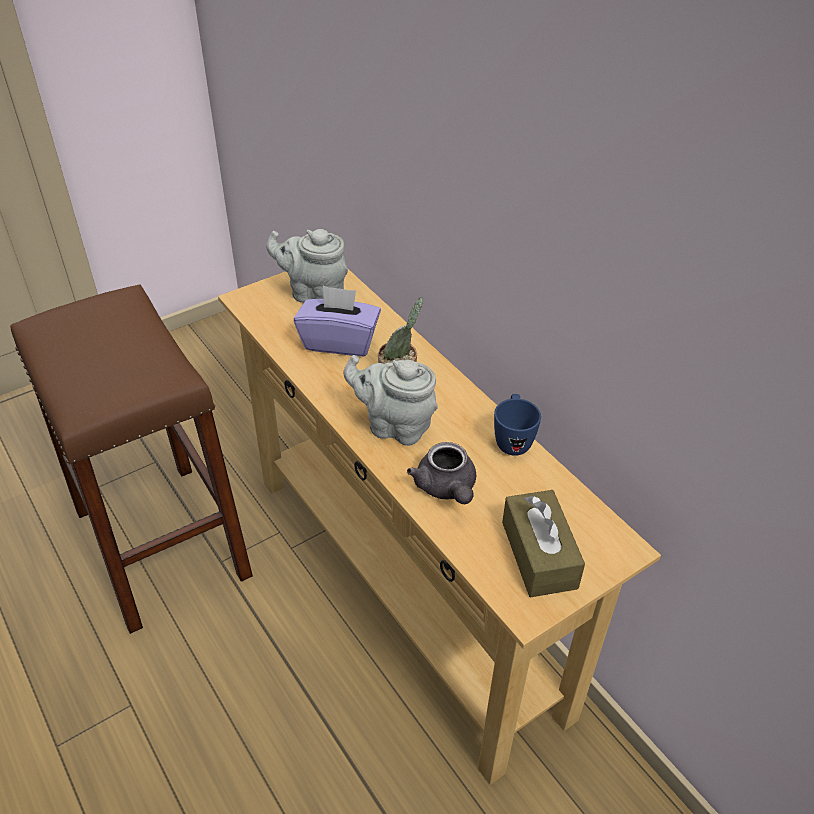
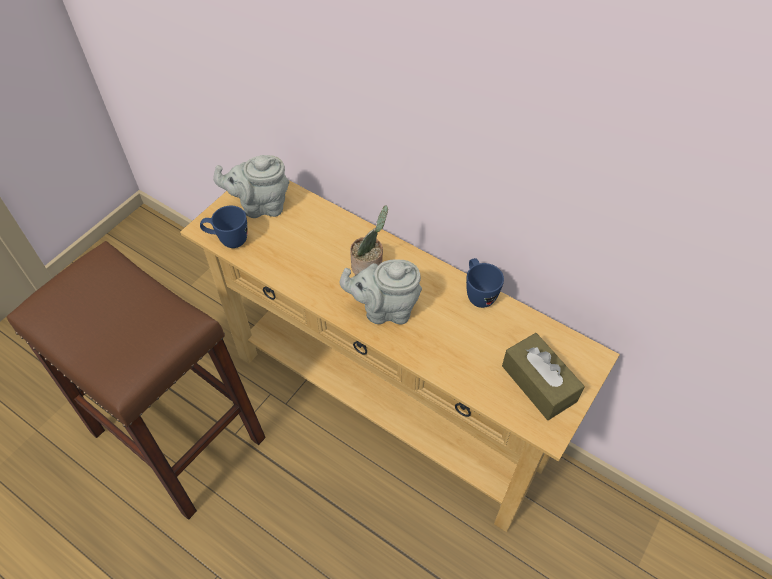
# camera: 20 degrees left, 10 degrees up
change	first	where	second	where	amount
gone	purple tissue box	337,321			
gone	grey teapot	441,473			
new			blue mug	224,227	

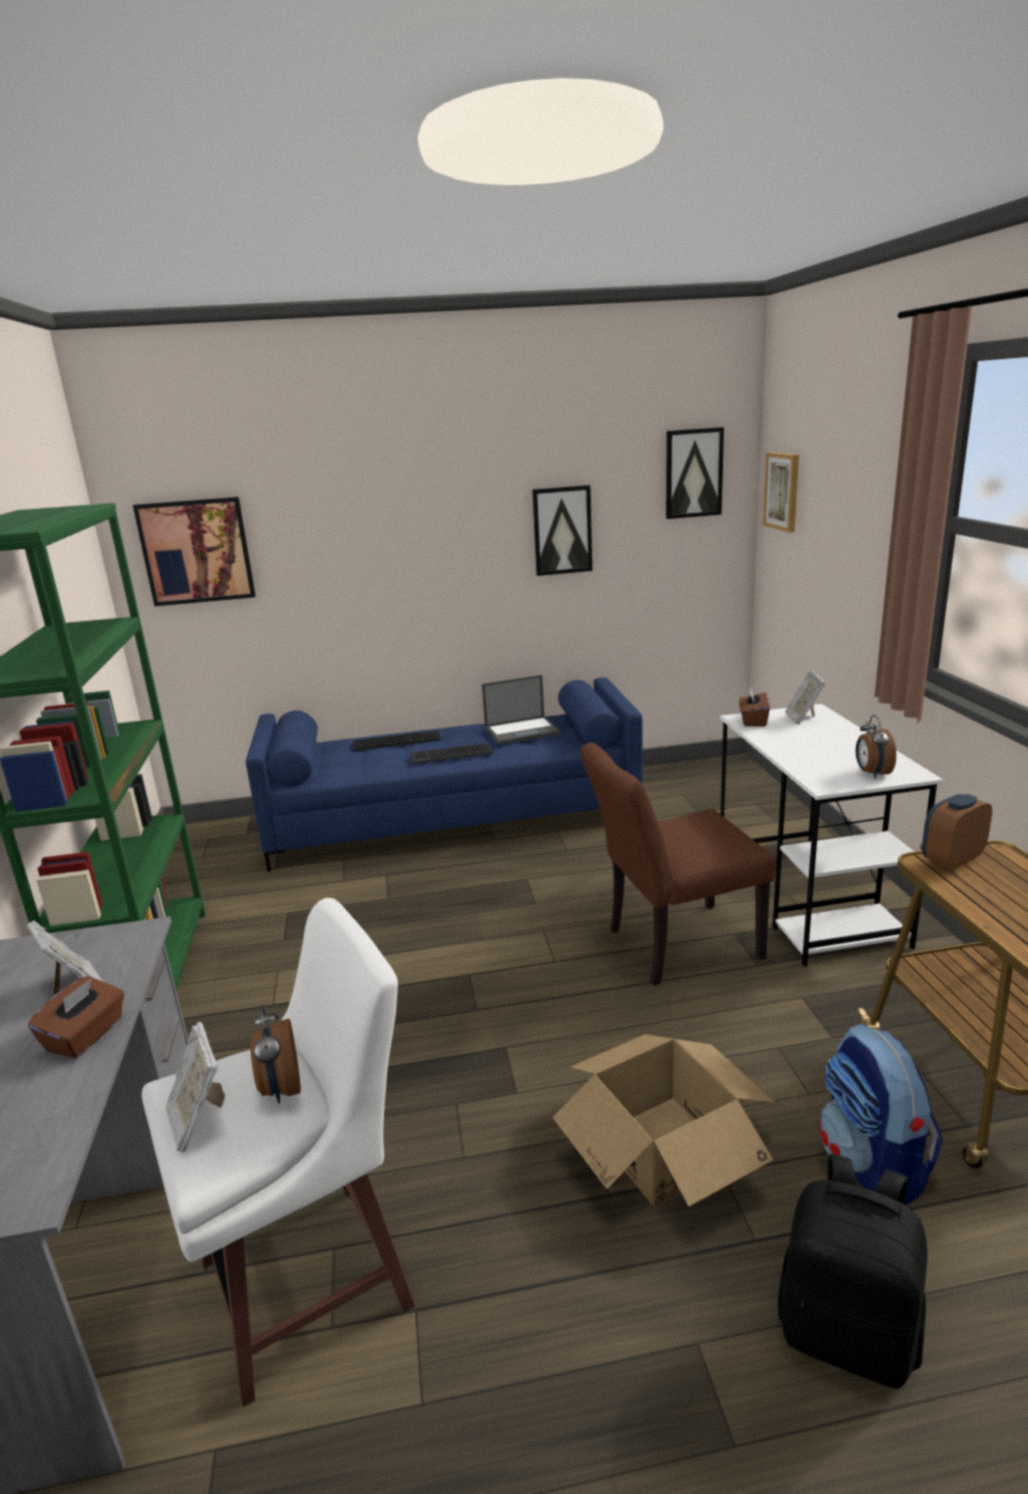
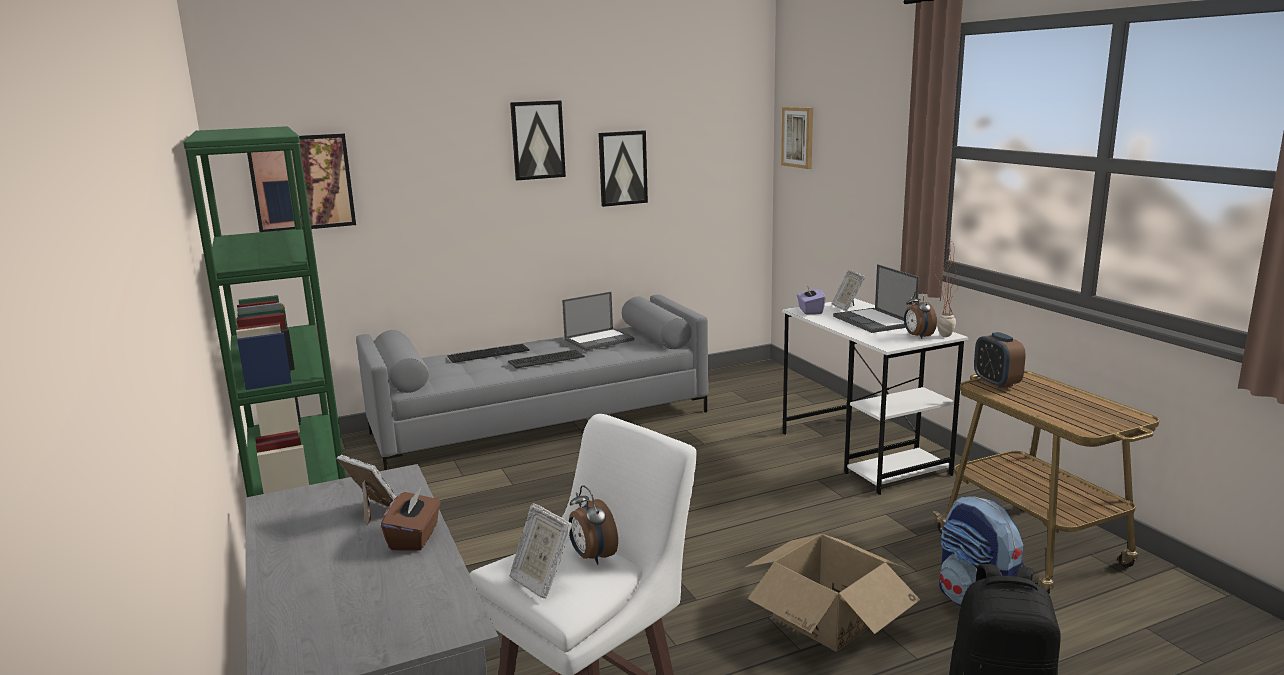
# camera: 15 degrees left, 5 degrees down
change	first	where	second	where	amount
shifted	picture	695,473		538,140	
repainted	blue sofa	444,774	grey sofa	532,382	
repainted	brown tissue box	754,706	purple tissue box	811,300	
gone	brown chair	677,864			
rotated	alarm clock	957,832		1000,360	60 degrees counterclockwise
new			potted plant	947,281	
new			laptop	876,298	

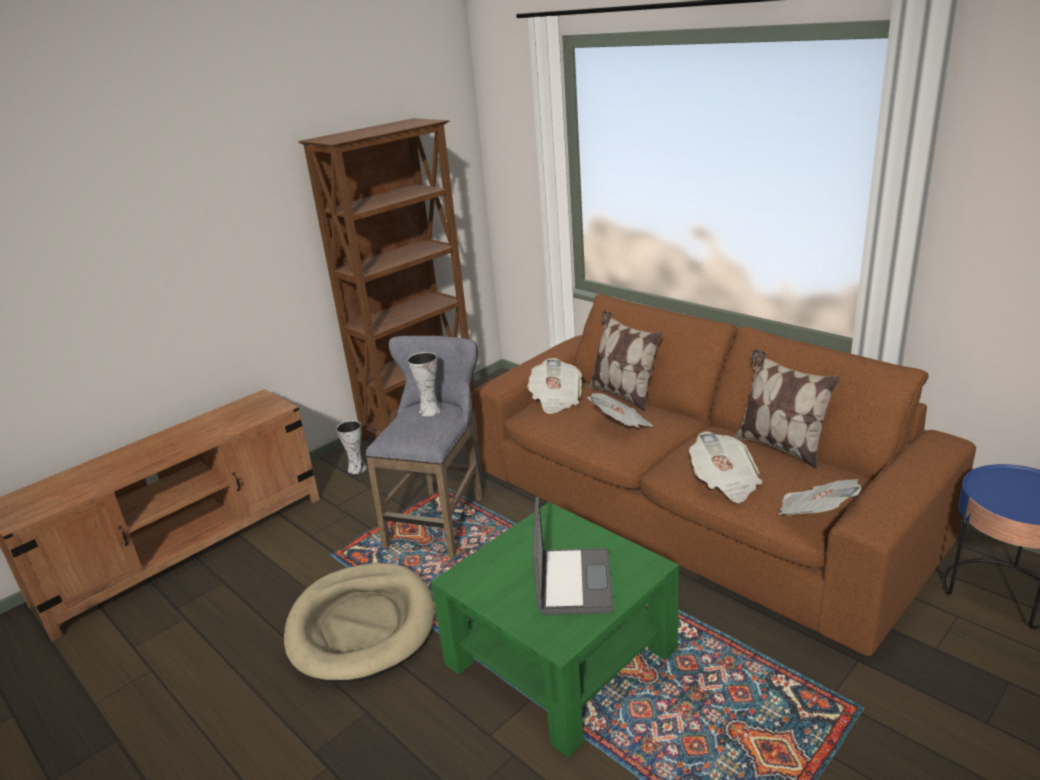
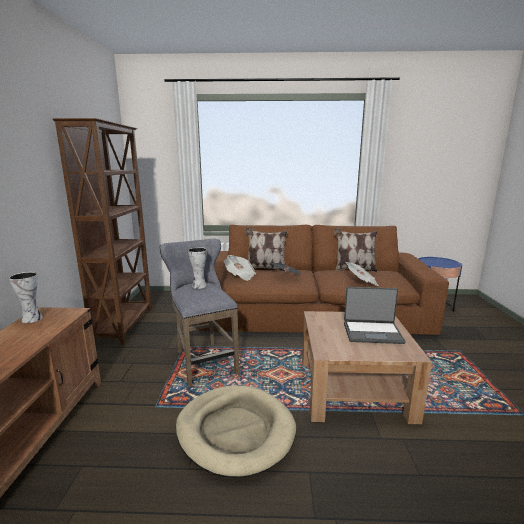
# camera: 45 degrees left, 10 degrees down
change	first	where	second	where	amount
shifted	vase	351,447		26,297	
gone	newspaper	819,497			
rotated	laptop	573,556		375,315	135 degrees clockwise
repainted	green coffee table	555,630	brown coffee table	367,367	

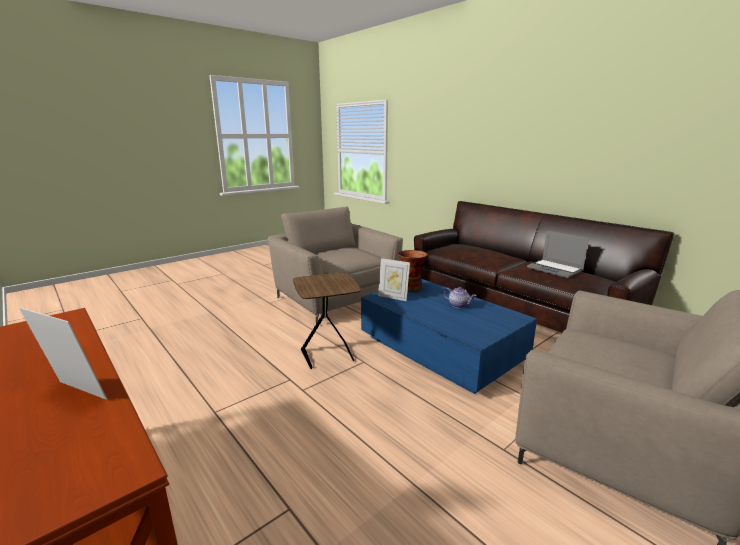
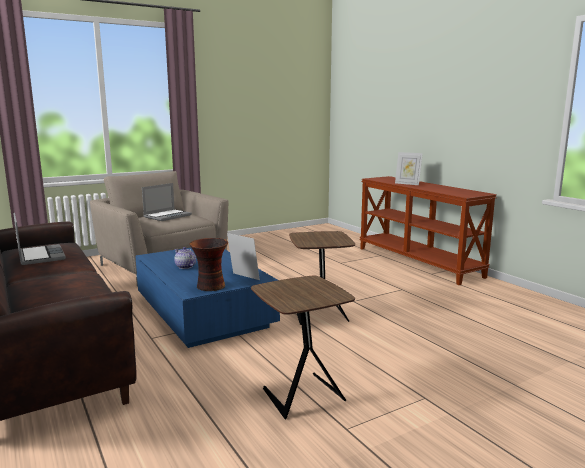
# camera: 170 degrees left, 5 degrees down
change	first	where	second	where	amount
swapped	beige armchair	335,265	brown side table	303,347	
new			laptop	167,202	

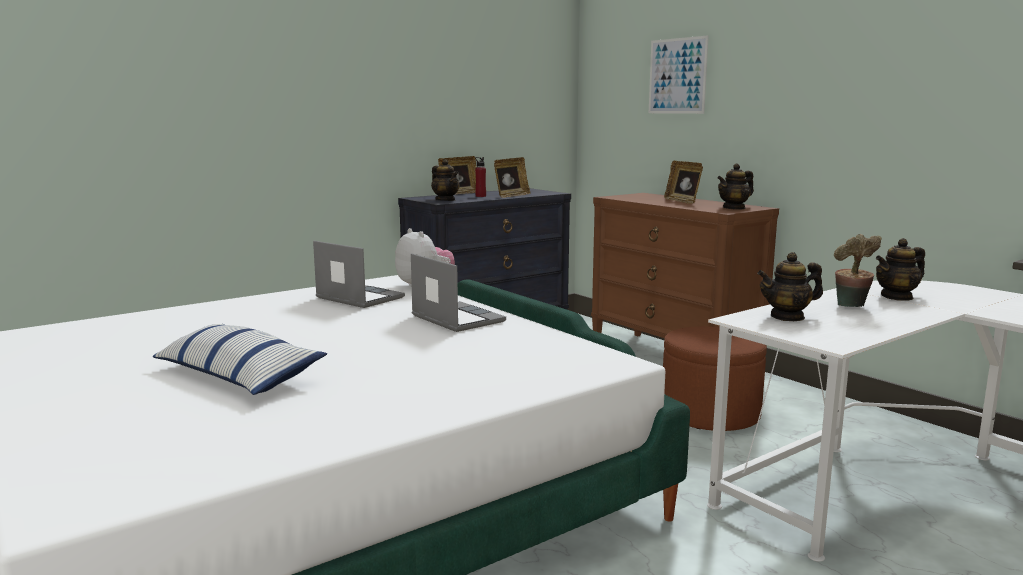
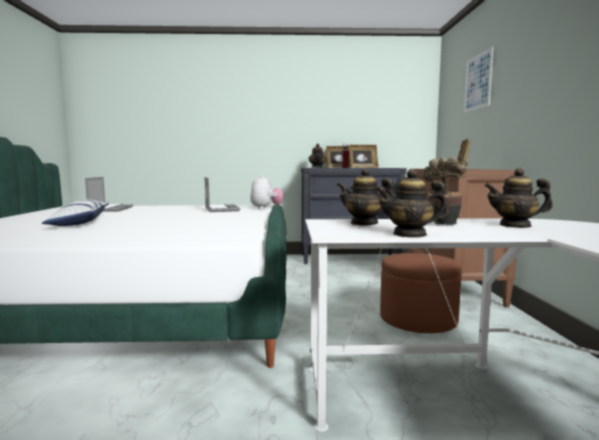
# camera: 35 degrees right, 5 degrees down
change	first	where	second	where	amount
shifted	teapot	735,186		412,203	
shifted	laptop	458,292		109,194	

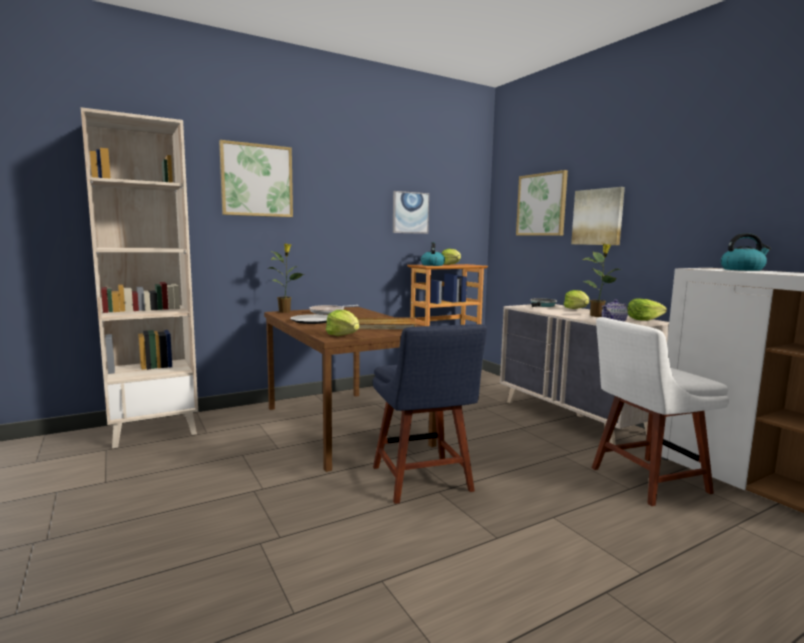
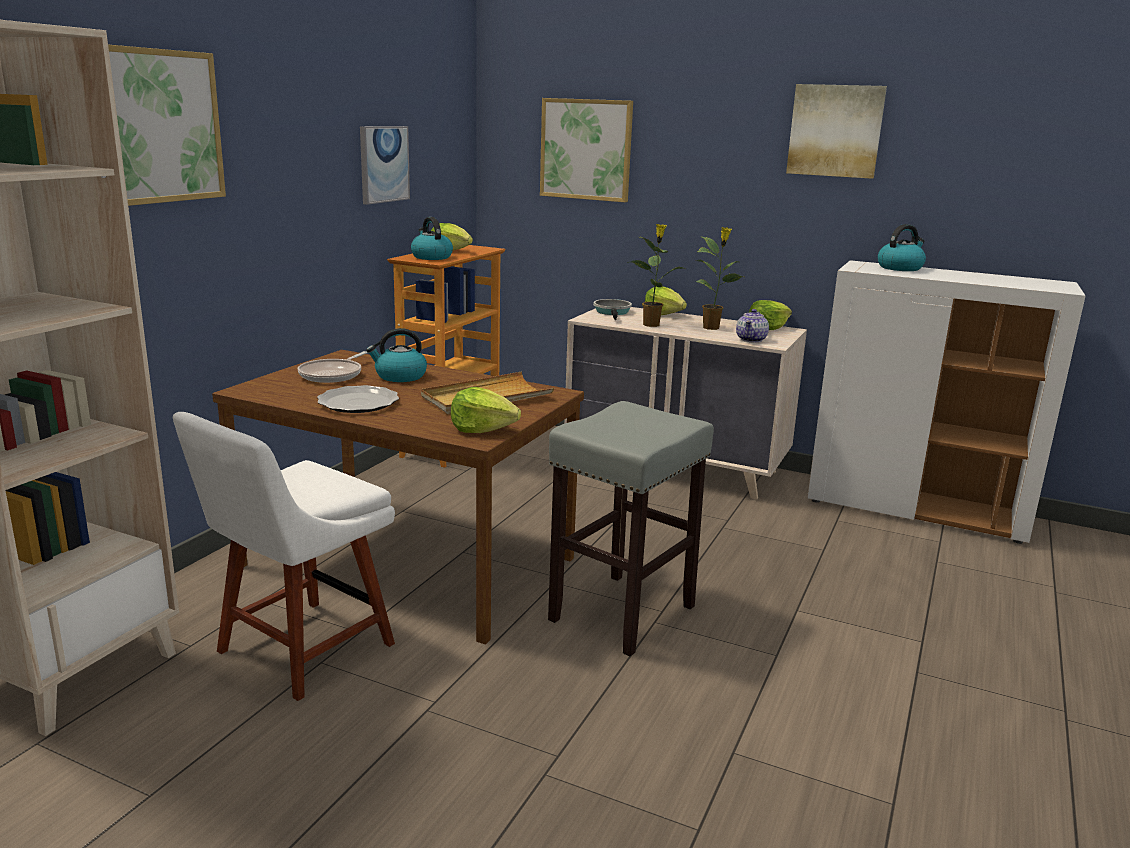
# camera: 35 degrees left, 10 degrees up
change	first	where	second	where	amount
shifted	picture	598,216		836,131	
shifted	potted plant	287,278		658,275	
shifted	white chair	660,411		284,556	
swapped	blue chair	430,414	grey stool	631,528	
new			kettle	396,355	

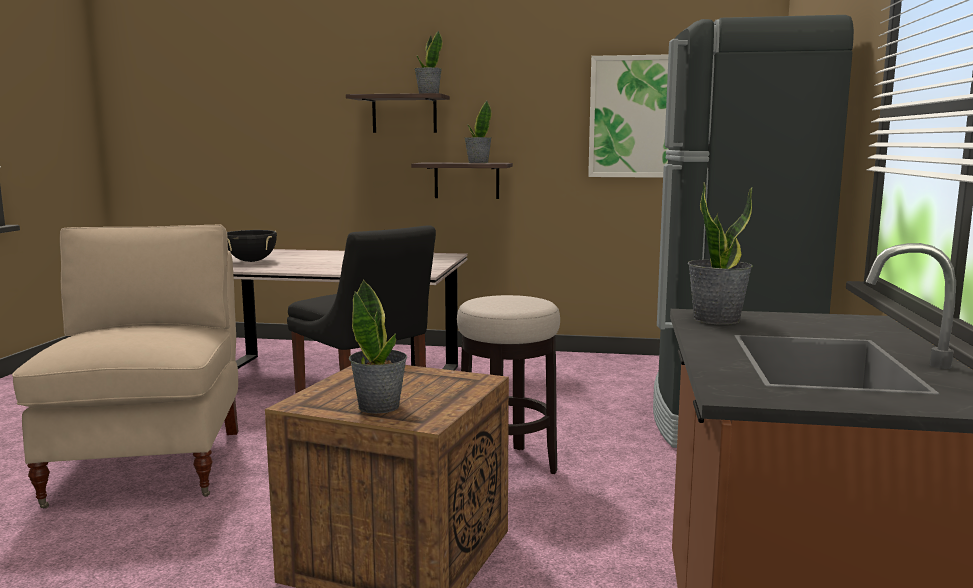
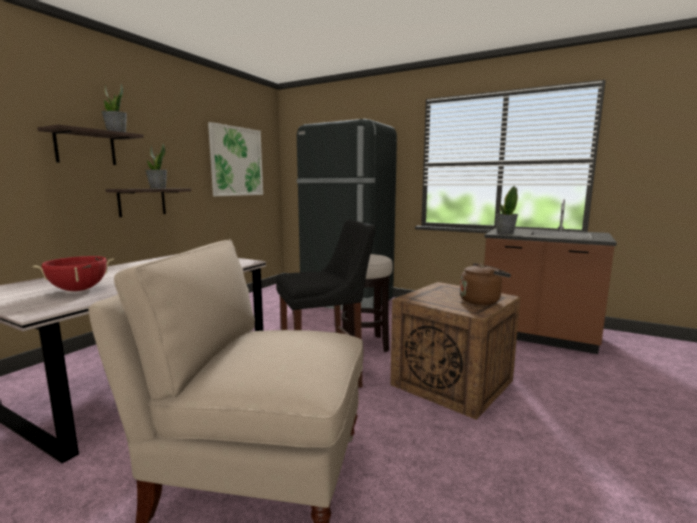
# camera: 70 degrees left, 0 degrees up
change	first	where	second	where	amount
repainted	black cooking pot	252,246	red cooking pot	73,273	
swapped	potted plant	378,346	brown kettle	485,284	

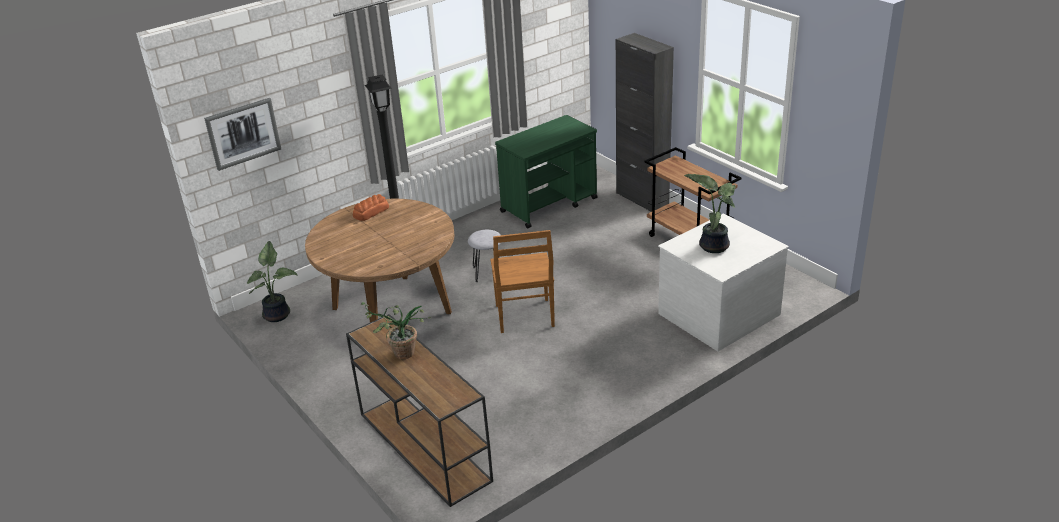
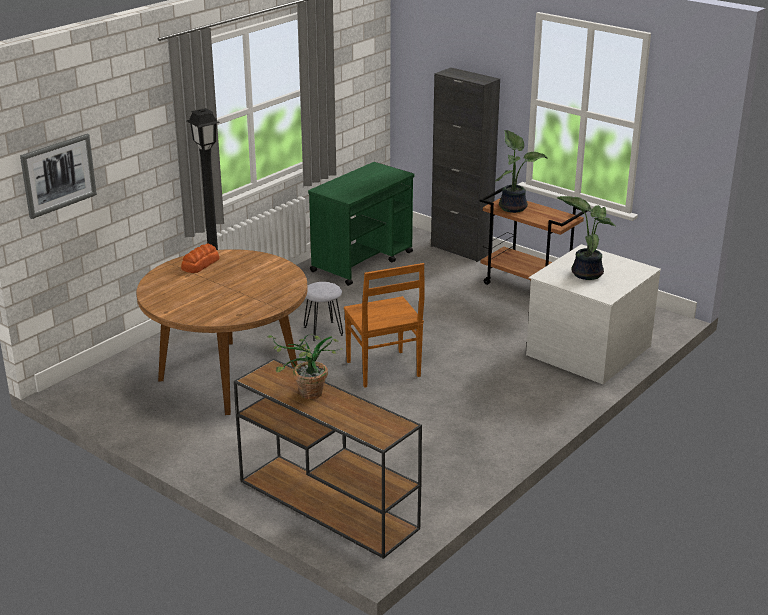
# camera: 15 degrees left, 5 degrees down
change	first	where	second	where	amount
shifted	potted plant	272,281		521,171	

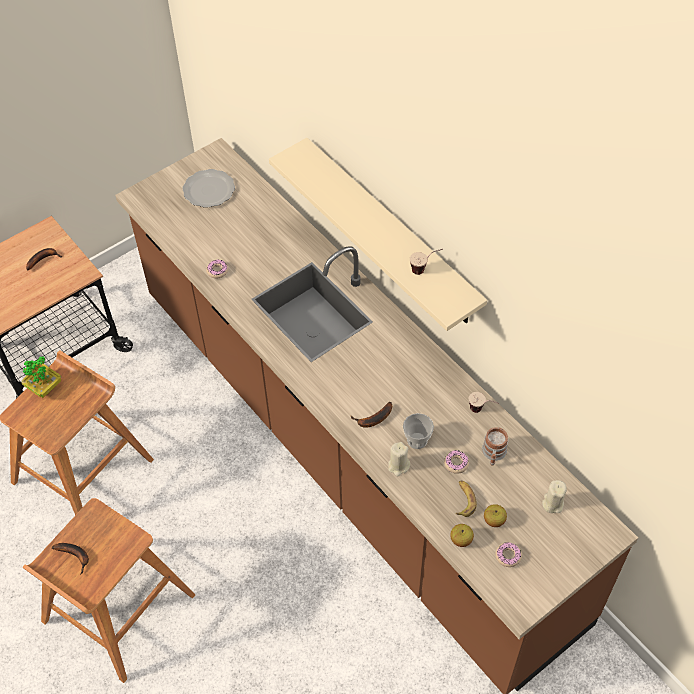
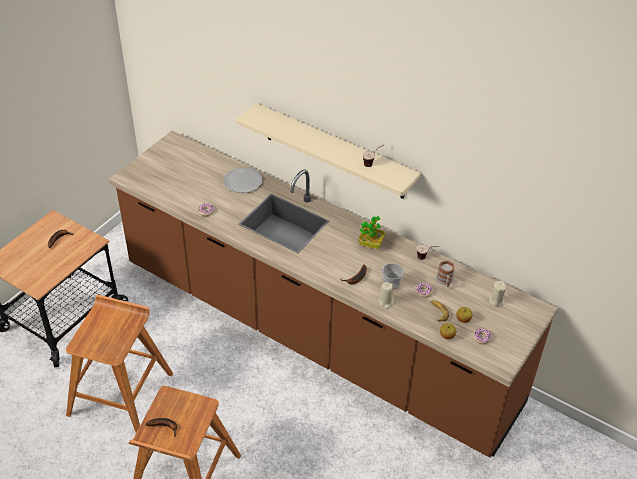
# camera: 20 degrees left, 10 degrees down
change	first	where	second	where	amount
shifted	plate	208,188		243,180	
shifted	potted plant	42,377		371,232	

